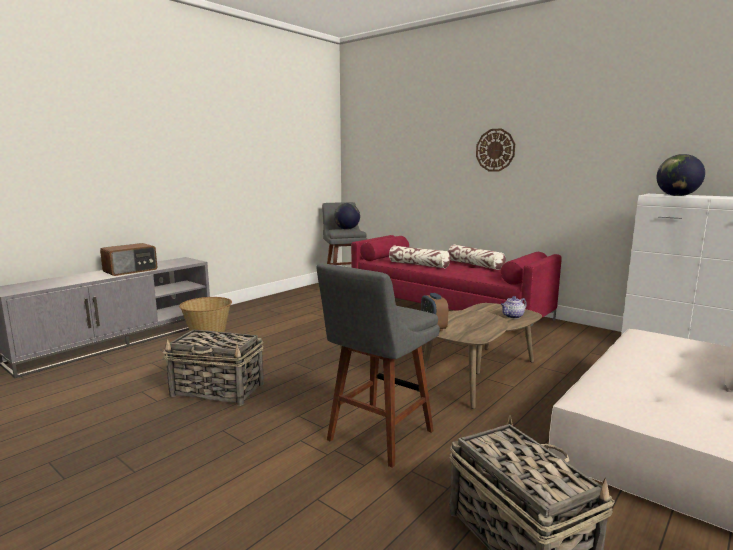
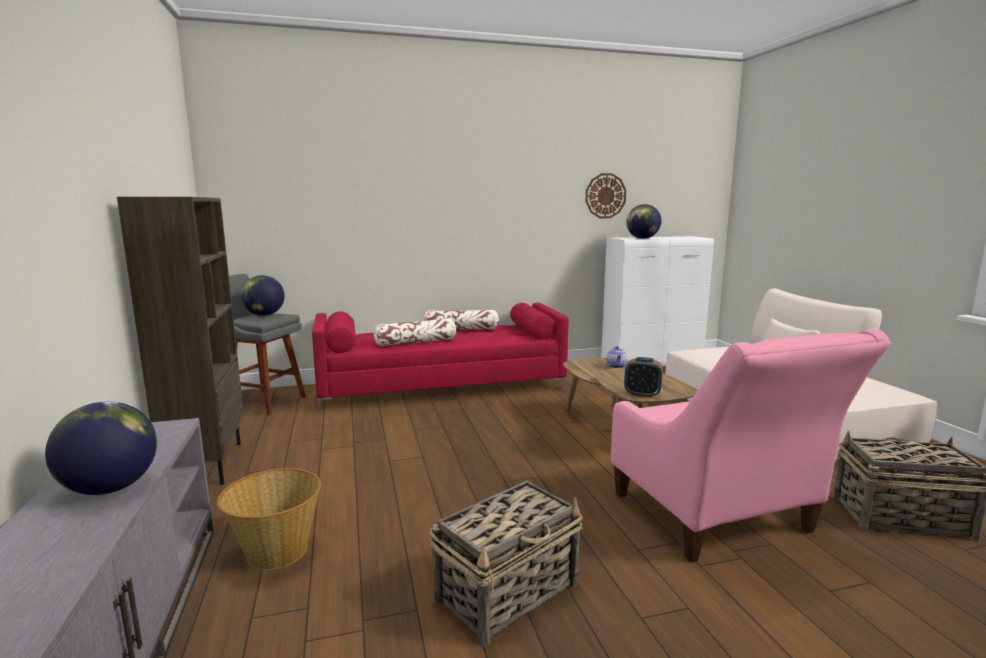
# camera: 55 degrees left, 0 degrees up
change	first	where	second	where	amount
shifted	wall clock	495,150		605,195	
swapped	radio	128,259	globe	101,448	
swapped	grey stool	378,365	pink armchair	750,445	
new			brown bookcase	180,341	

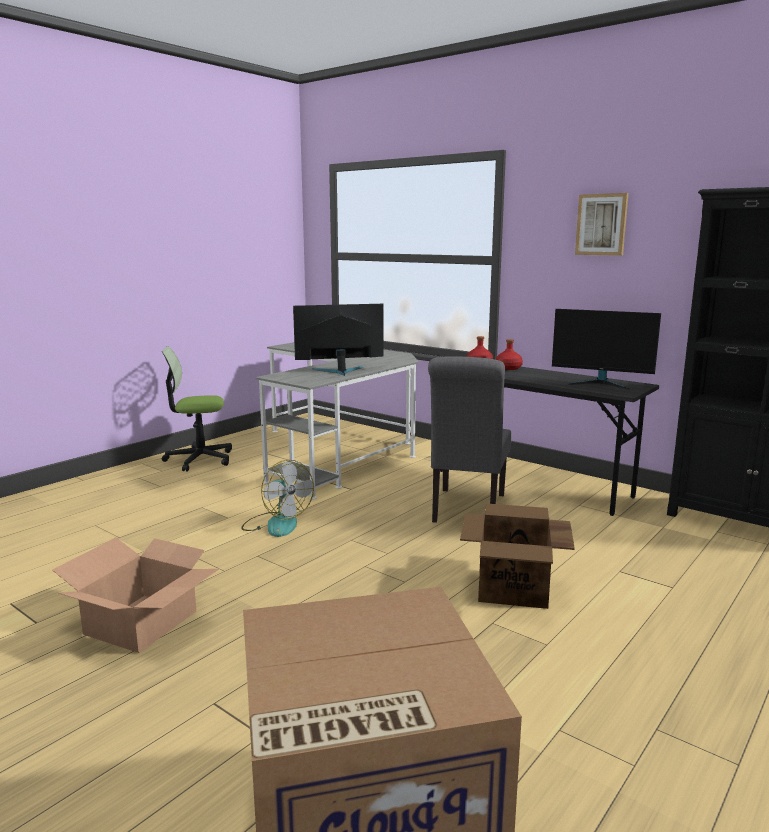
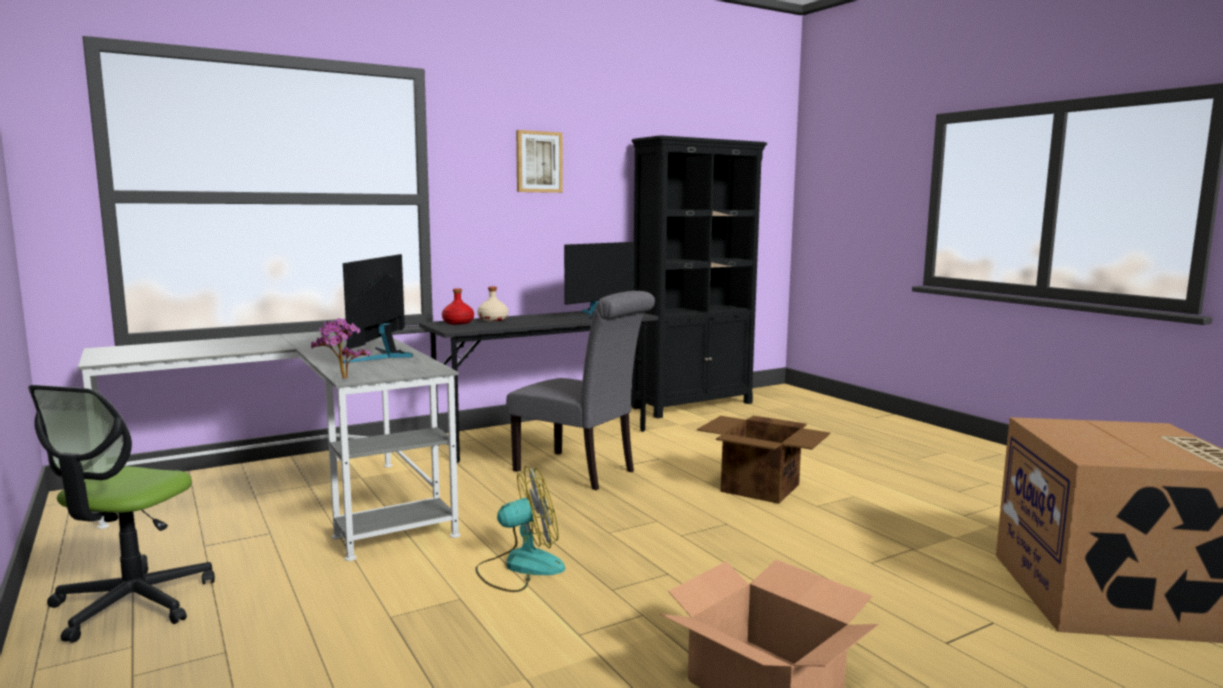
# camera: 70 degrees left, 5 degrees down
change	first	where	second	where	amount
repainted	red bottle	509,354	beige bottle	493,304	
new			potted plant	340,348	

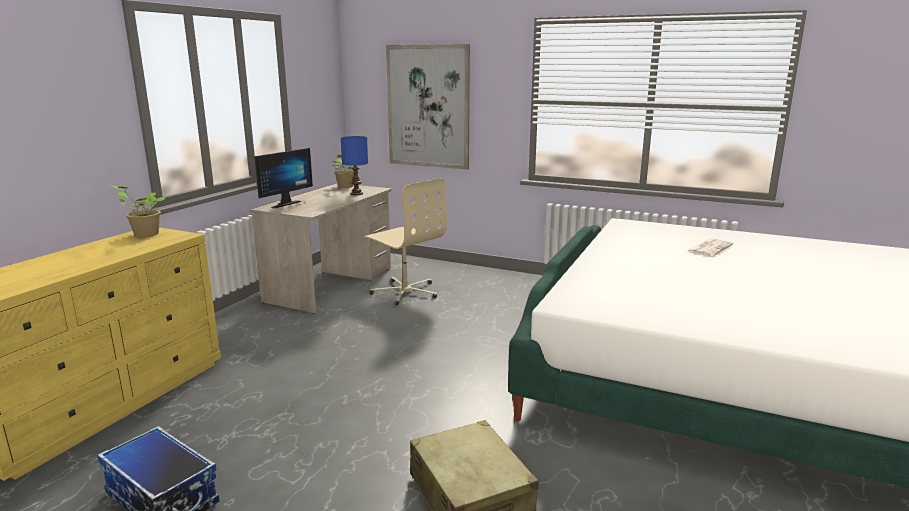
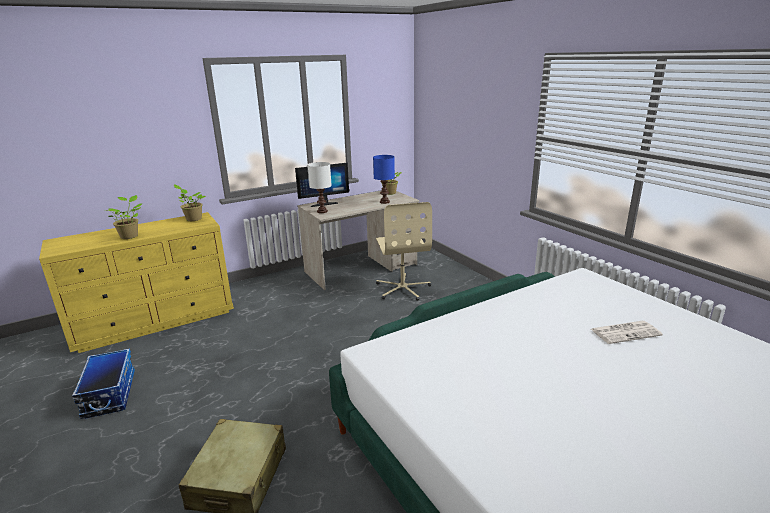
# camera: 35 degrees right, 5 degrees up
change	first	where	second	where	amount
gone	picture	428,107			
new			white table lamp	319,187	
new			potted plant	124,217	

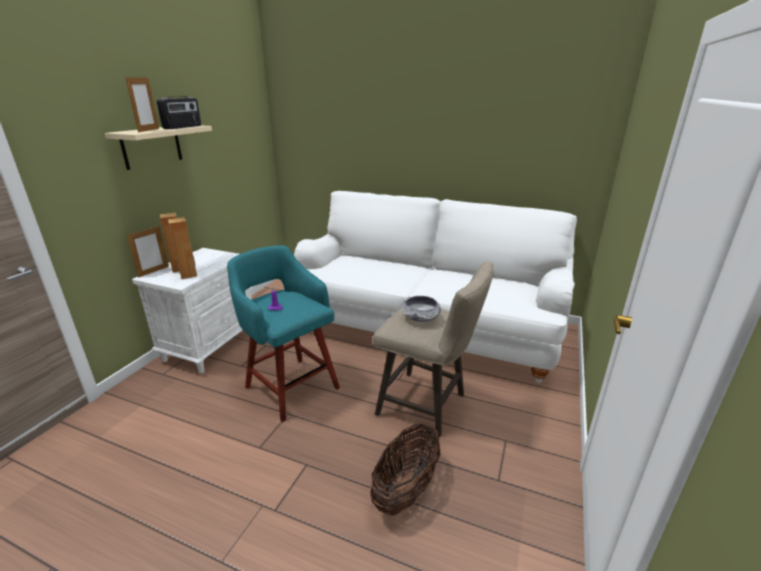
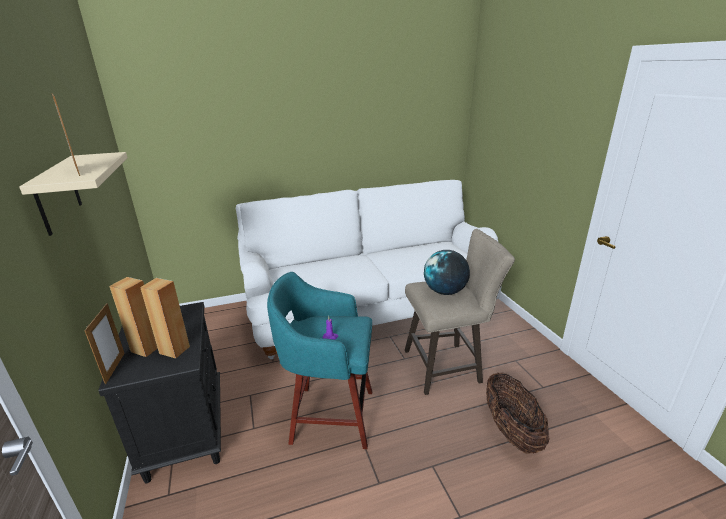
# camera: 40 degrees left, 0 degrees up
change	first	where	second	where	amount
gone	radio	179,112			
repainted	white nightstand	192,311	black nightstand	159,392	
swapped	bowl	422,309	globe	447,272	

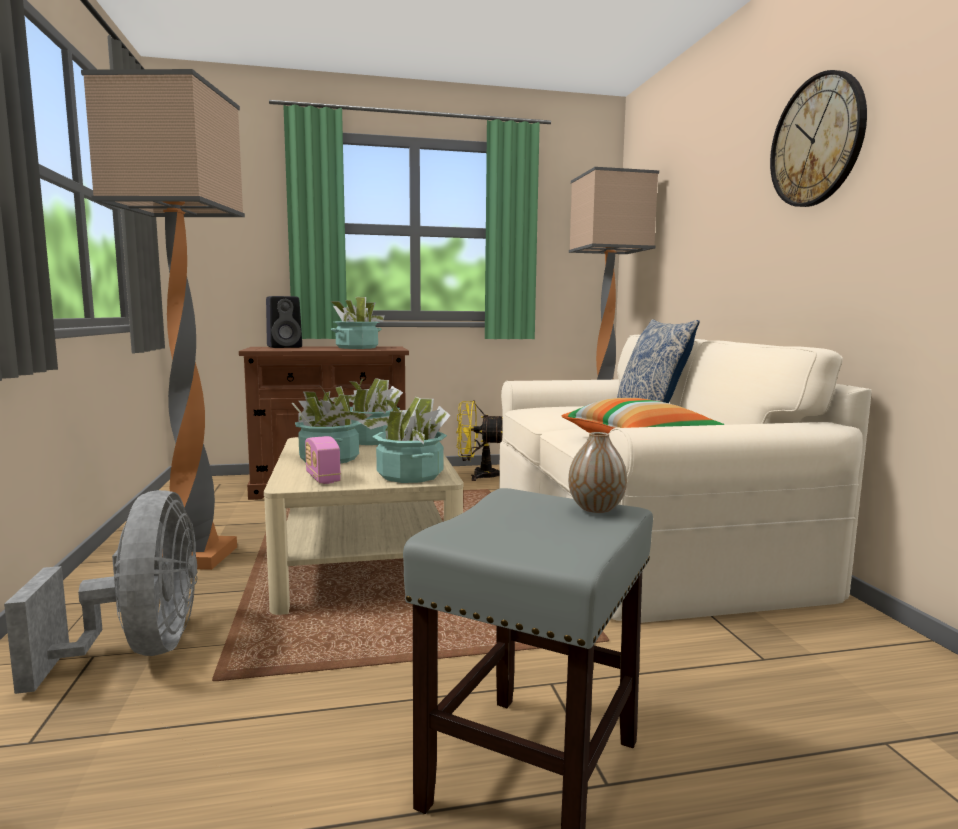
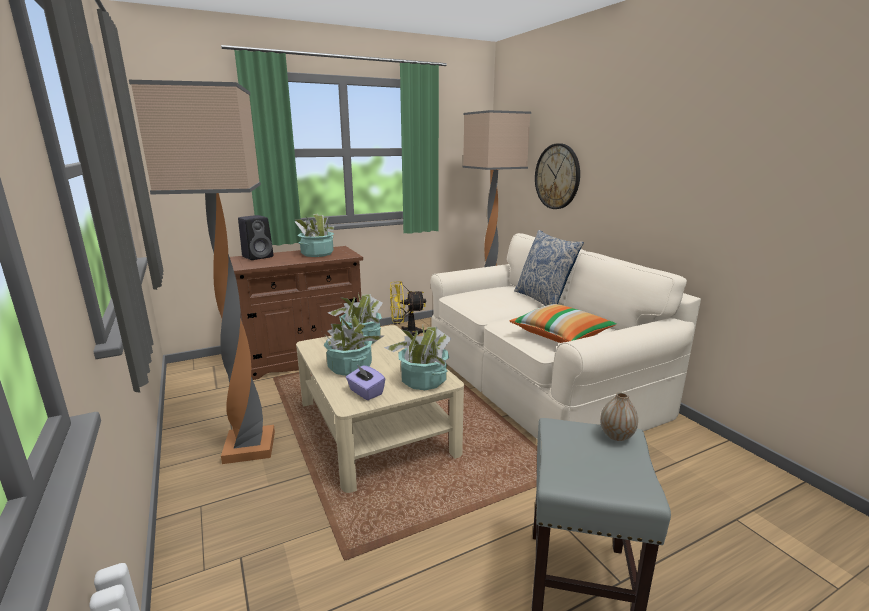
# camera: 15 degrees left, 10 degrees up
change	first	where	second	where	amount
shifted	wall clock	818,138		557,176	
swapped	radio	323,460	purple tissue box	365,382	
gone	grey fan	101,592			

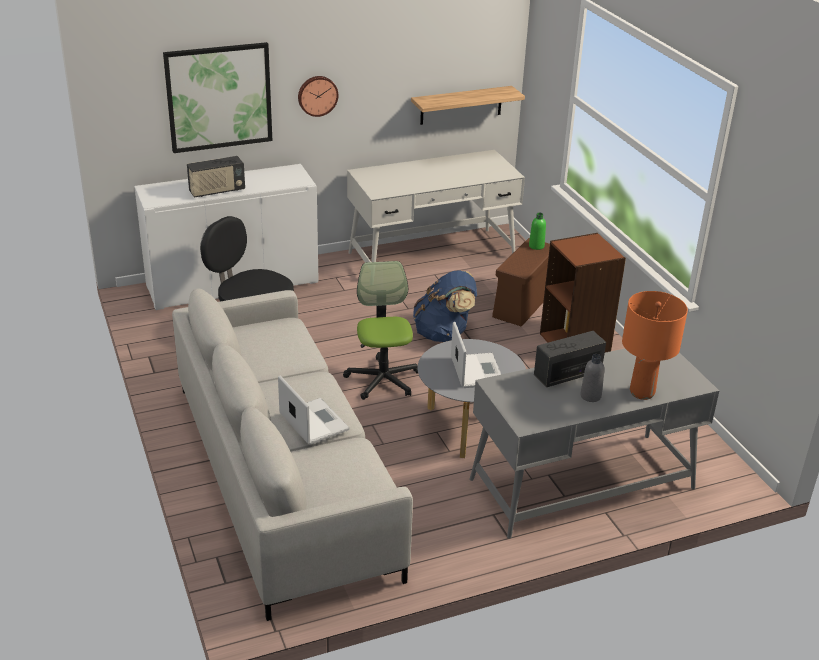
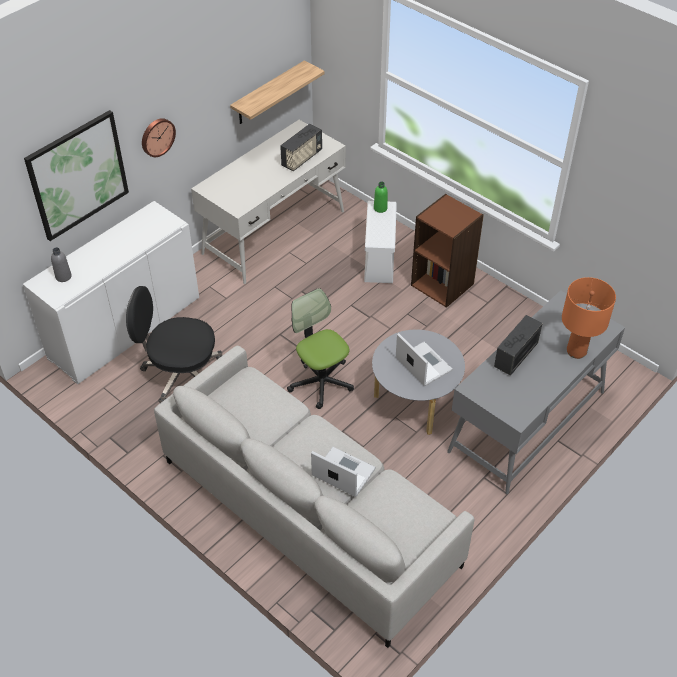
# camera: 25 degrees left, 15 degrees up
change	first	where	second	where	amount
shifted	radio	216,177		301,147	
repainted	brown storage box	521,282	white storage box	380,242	
gone	blue backpack	445,306			
shifted	grey bottle	592,378		61,264	

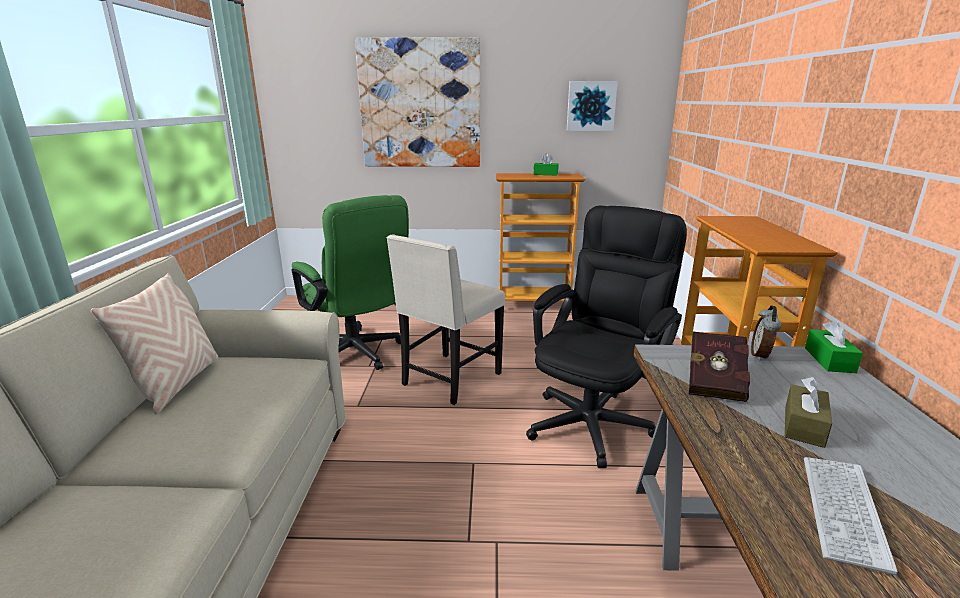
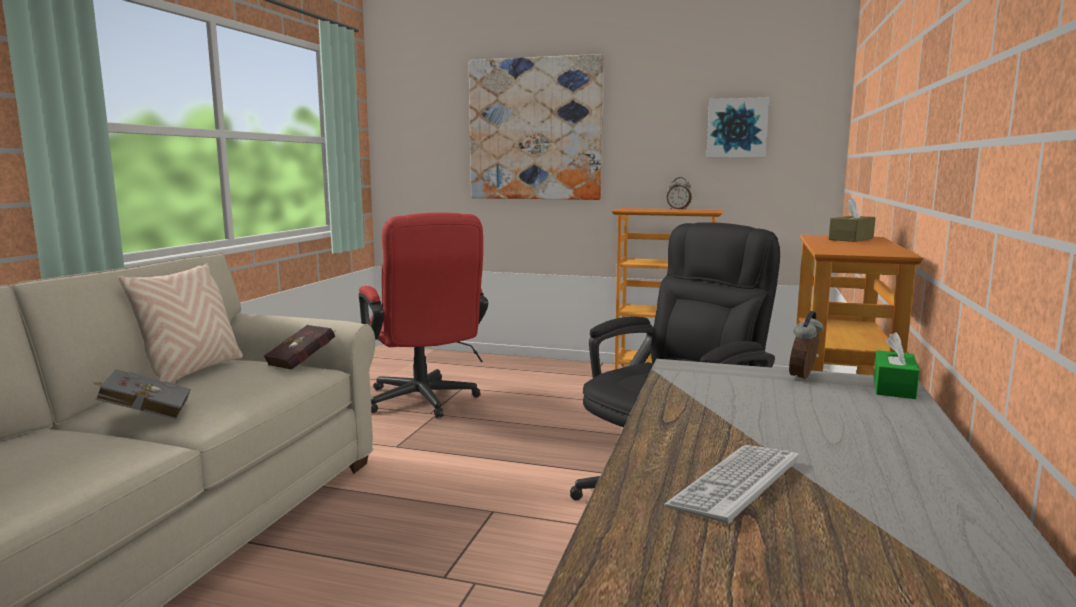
# camera: 15 degrees right, 10 degrees down
change	first	where	second	where	amount
swapped	green tissue box	546,164	alarm clock	679,193	
repainted	green office chair	350,282	red office chair	423,315	
gone	beige chair	445,320			
shifted	red book	719,366		299,347	
shifted	brown tissue box	808,412		852,219	
new			grey book	141,394	

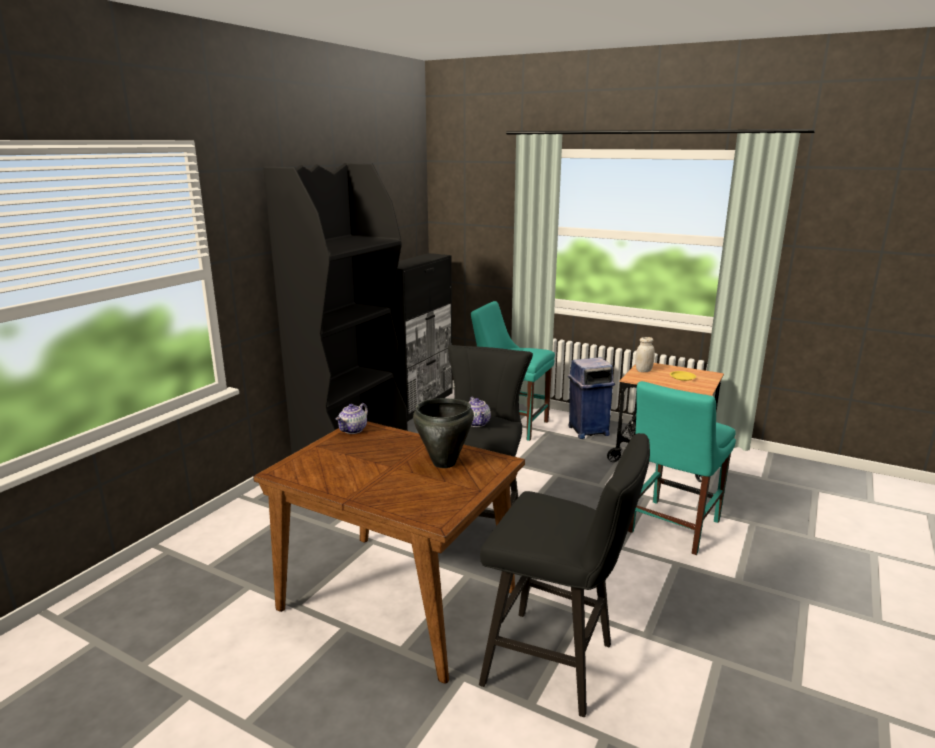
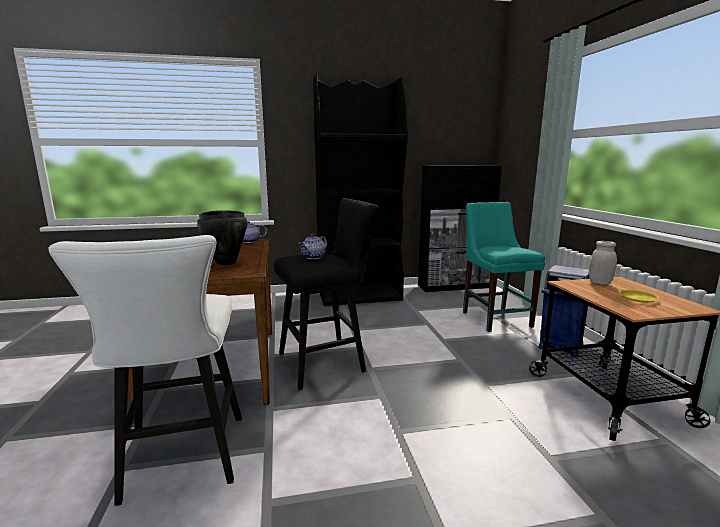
# camera: 50 degrees right, 5 degrees down
change	first	where	second	where	amount
gone	turquoise chair	682,468			
repainted	black stool	564,575	white stool	145,370	

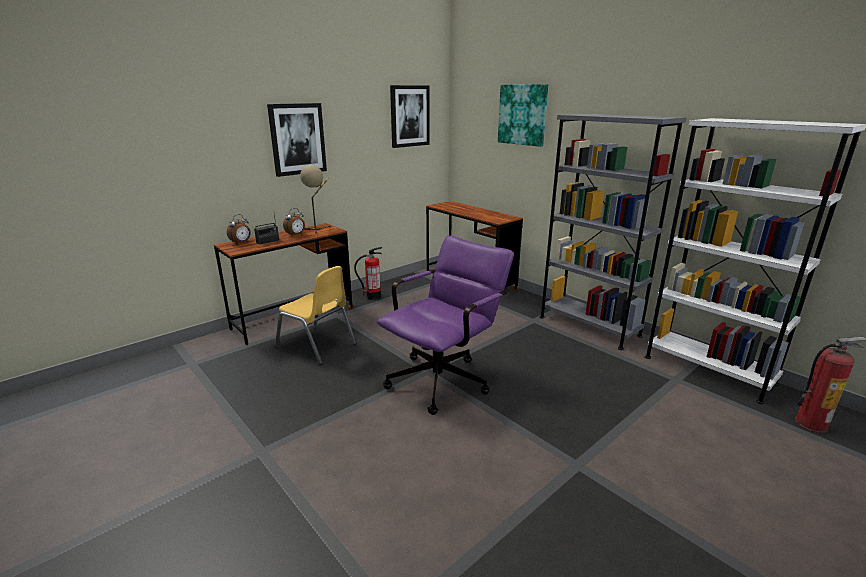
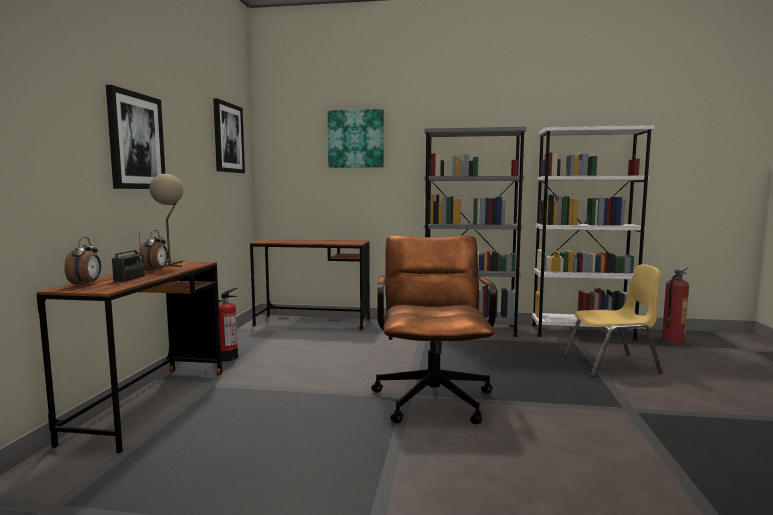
# camera: 40 degrees left, 15 degrees down
change	first	where	second	where	amount
repainted	purple office chair	445,325	brown office chair	433,329	
shifted	yellow chair	316,315		613,320	

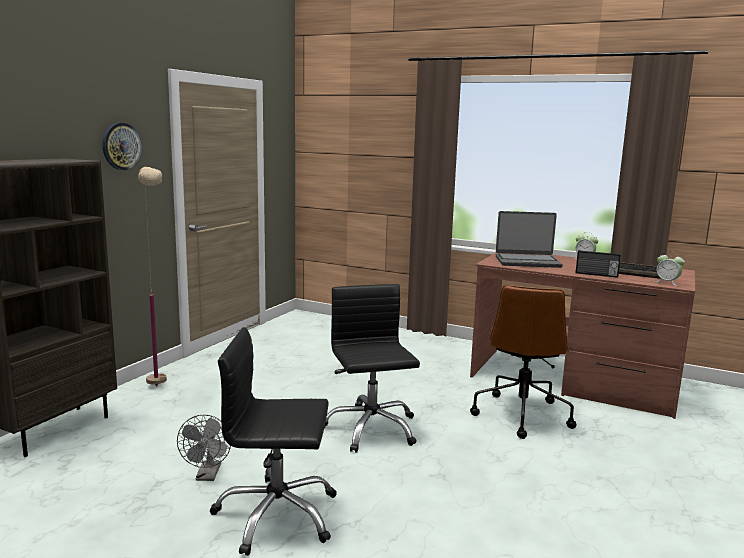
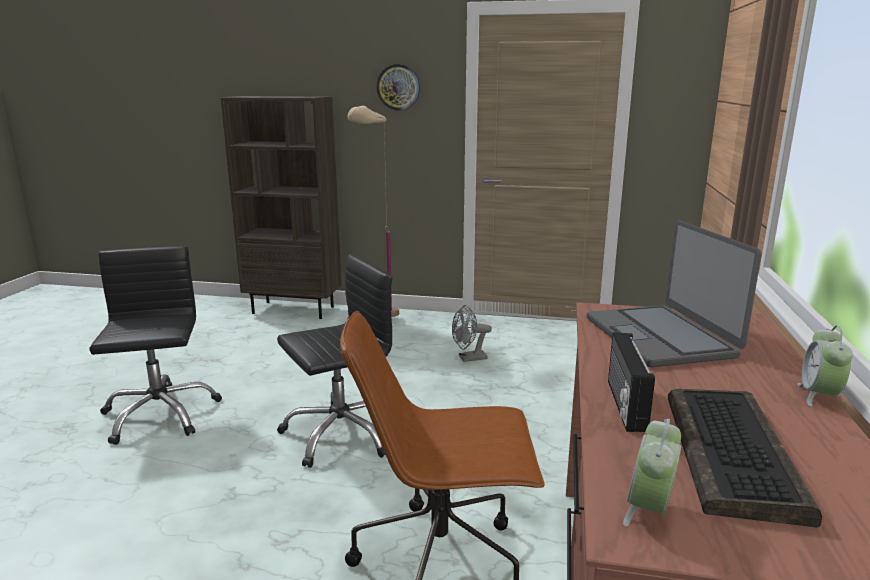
# camera: 75 degrees right, 5 degrees up
change	first	where	second	where	amount
shifted	grey fan	204,447		472,333	

